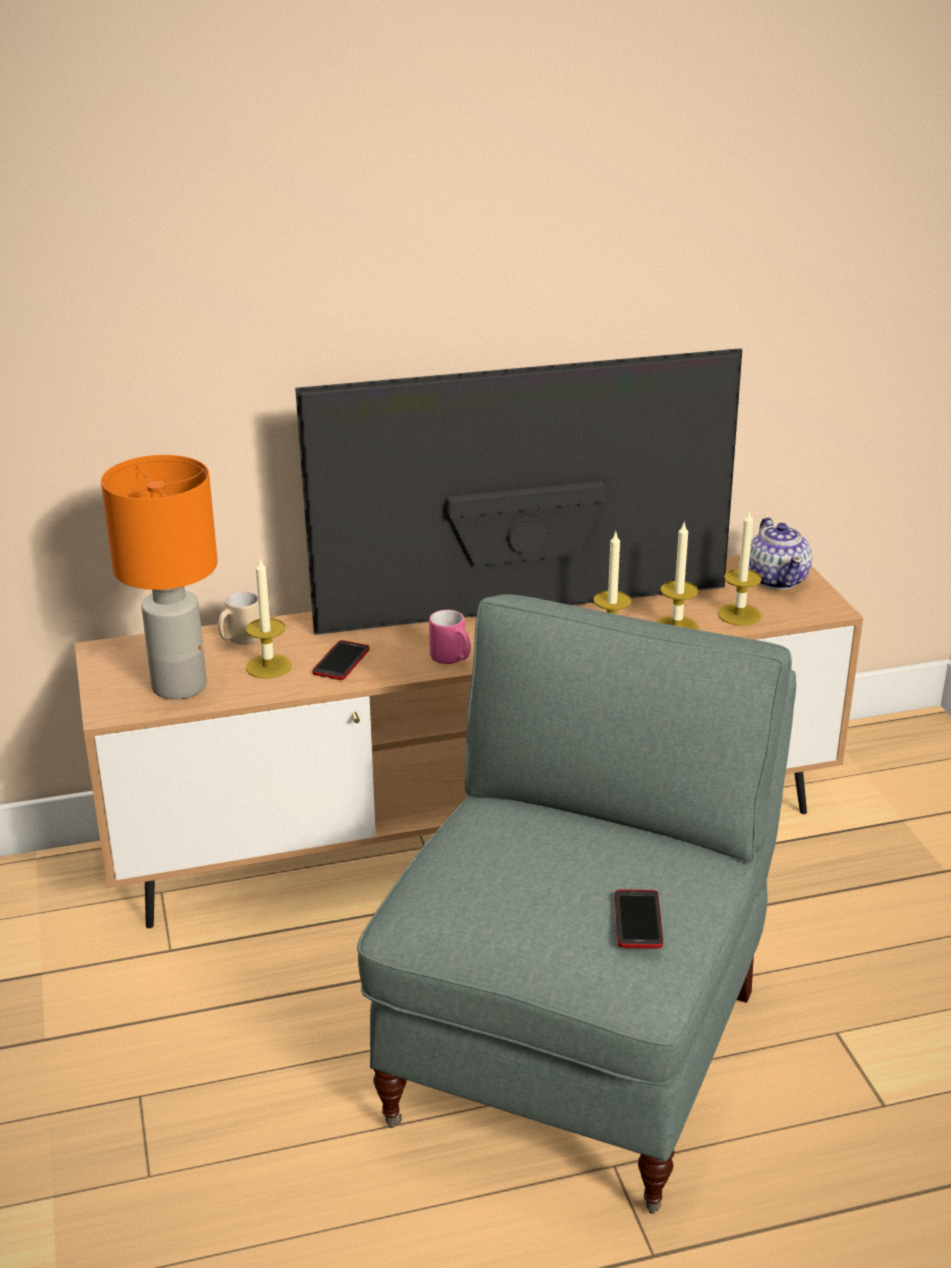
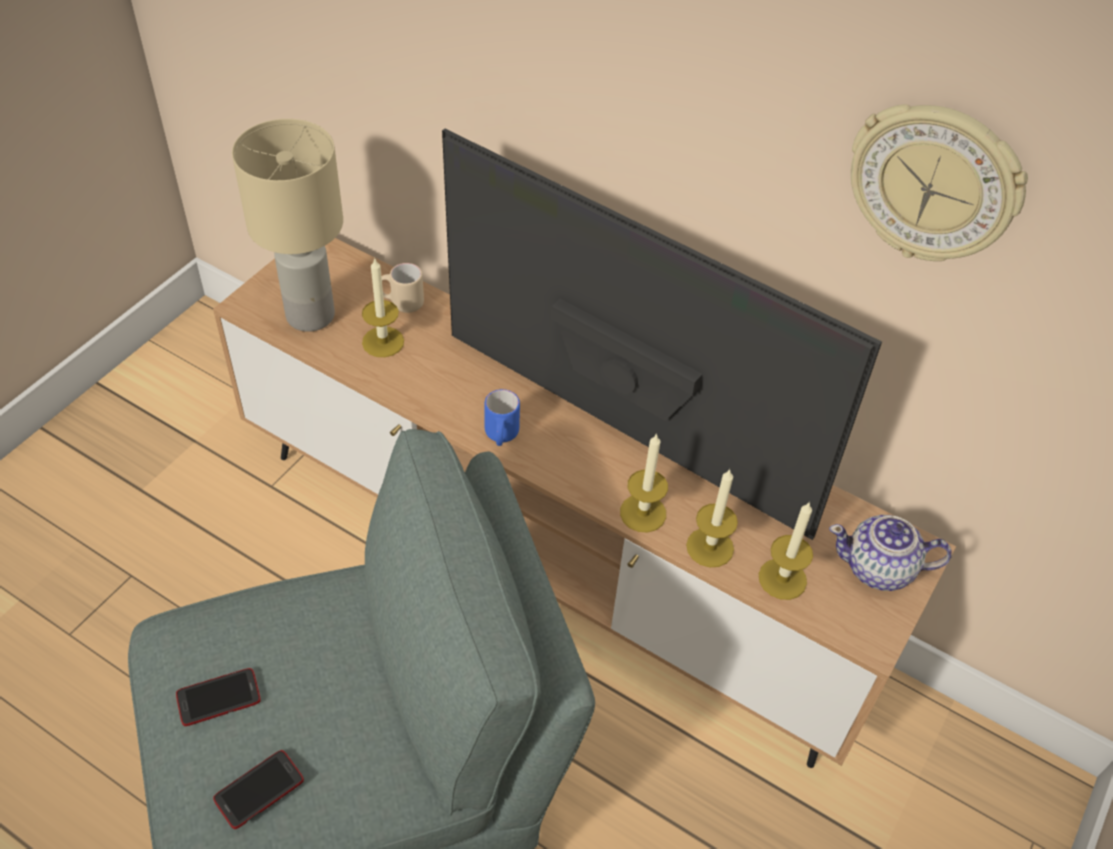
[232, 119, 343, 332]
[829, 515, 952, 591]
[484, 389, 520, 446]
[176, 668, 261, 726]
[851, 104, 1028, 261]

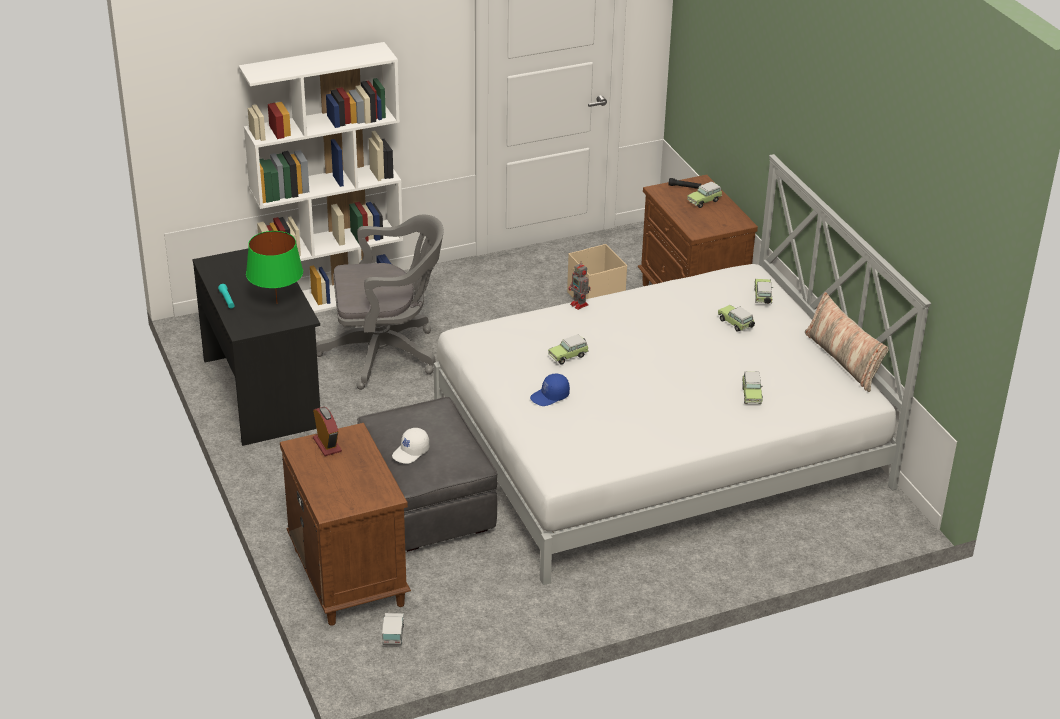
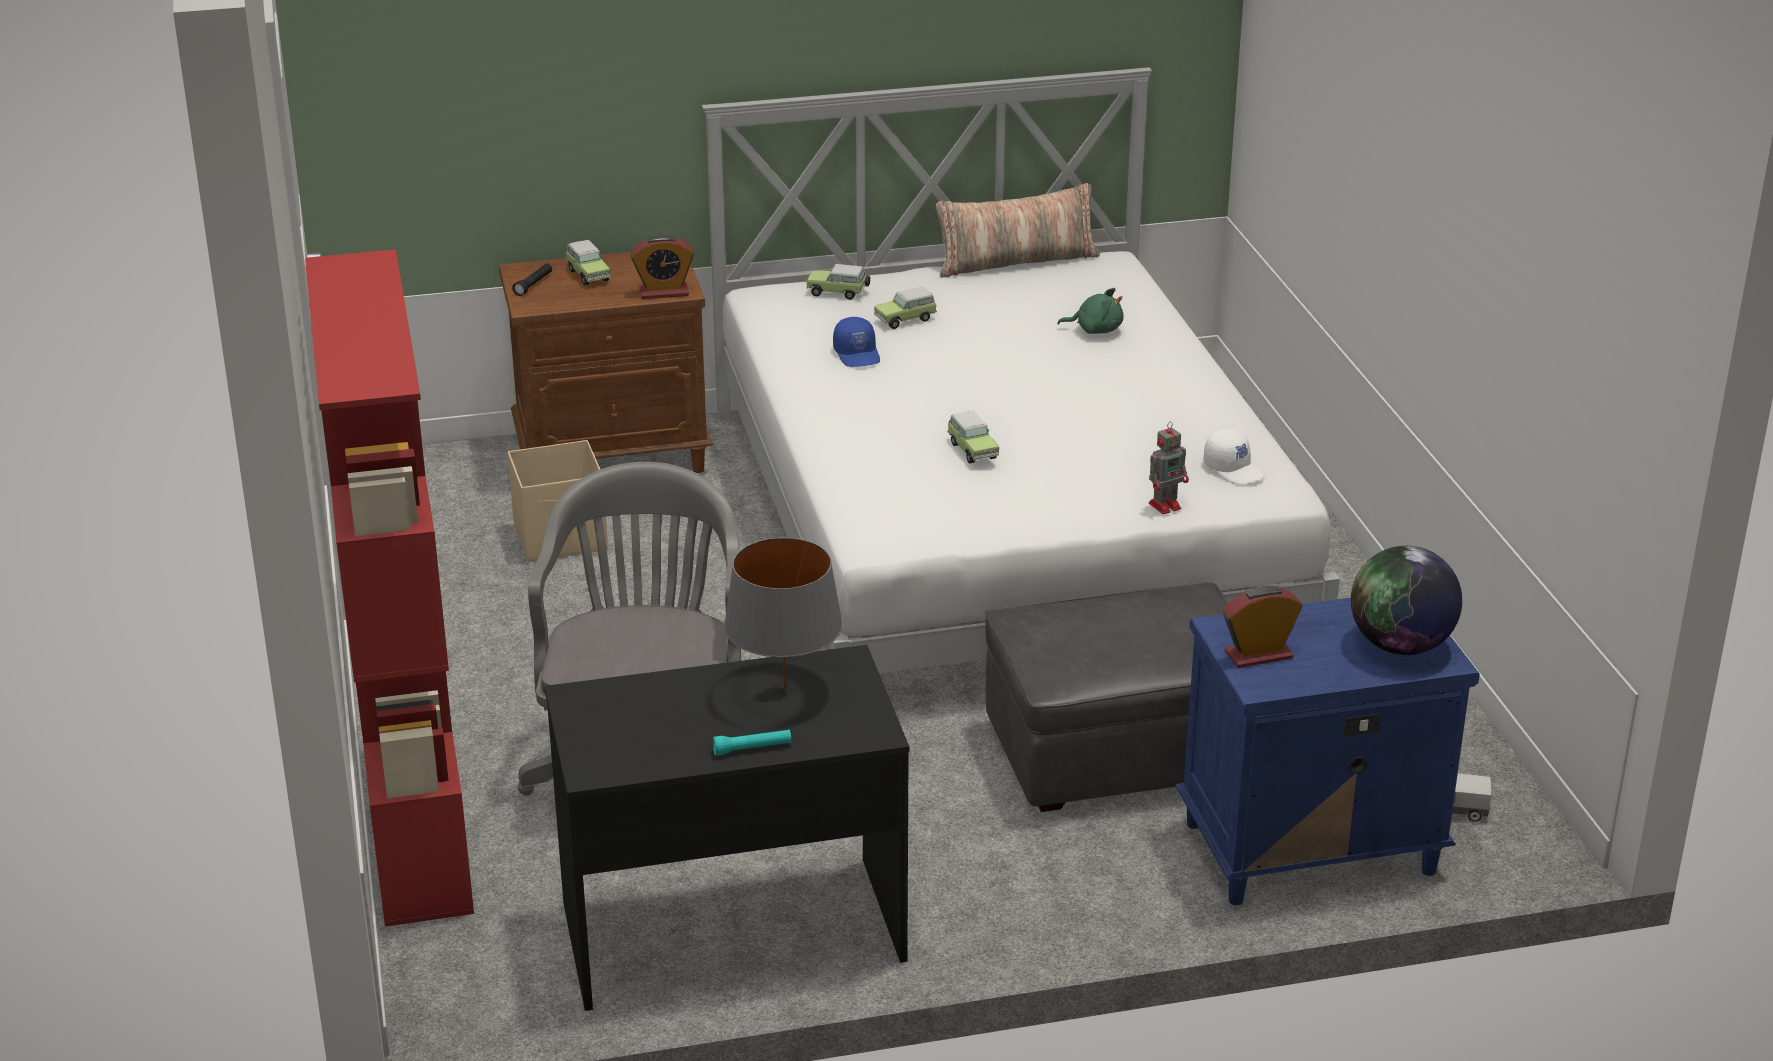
[305, 249, 474, 927]
[724, 537, 843, 690]
[1149, 421, 1189, 514]
[1057, 288, 1124, 334]
[833, 317, 880, 367]
[1175, 598, 1480, 905]
[1204, 429, 1265, 484]
[630, 235, 694, 299]
[1351, 546, 1462, 655]

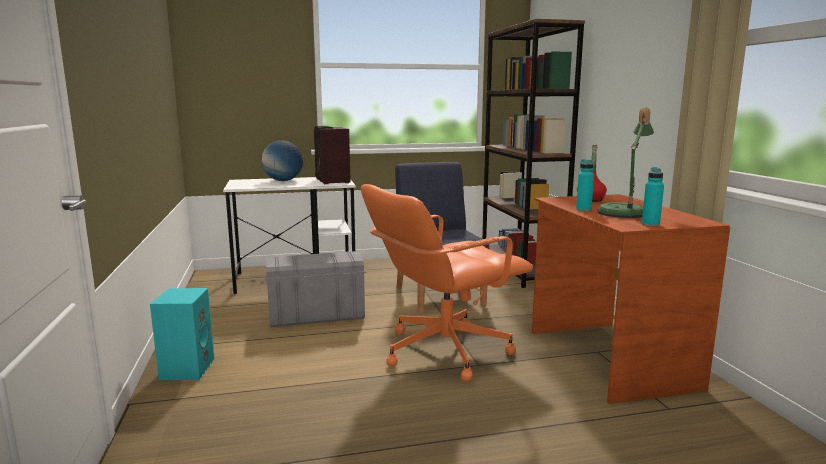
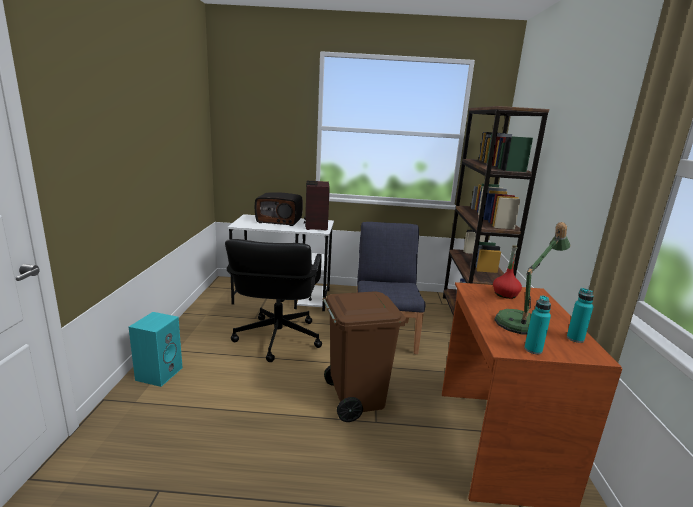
[255, 192, 303, 226]
[567, 288, 594, 343]
[322, 292, 406, 422]
[225, 239, 322, 362]

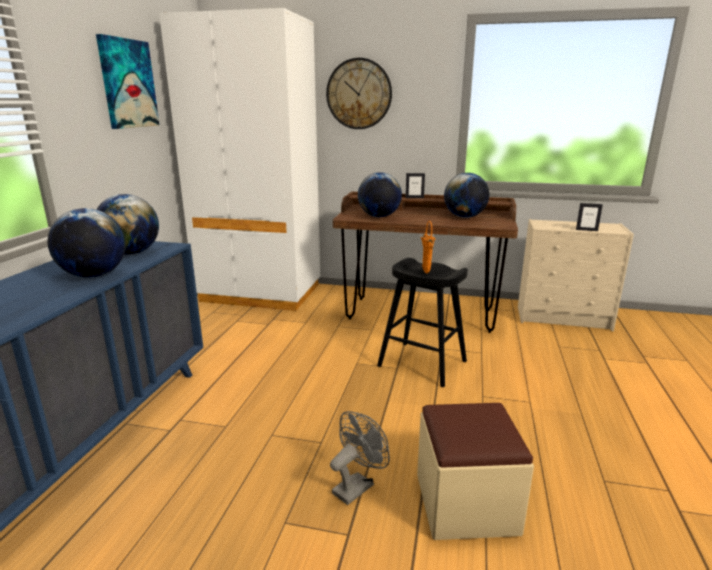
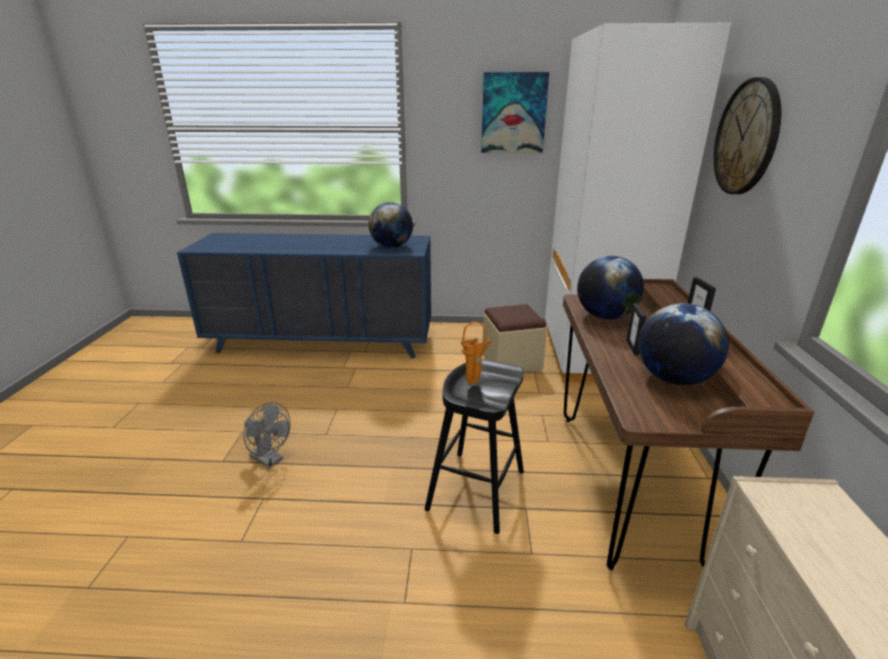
[626, 303, 646, 355]
[47, 208, 126, 277] (first image)
[483, 304, 547, 373]

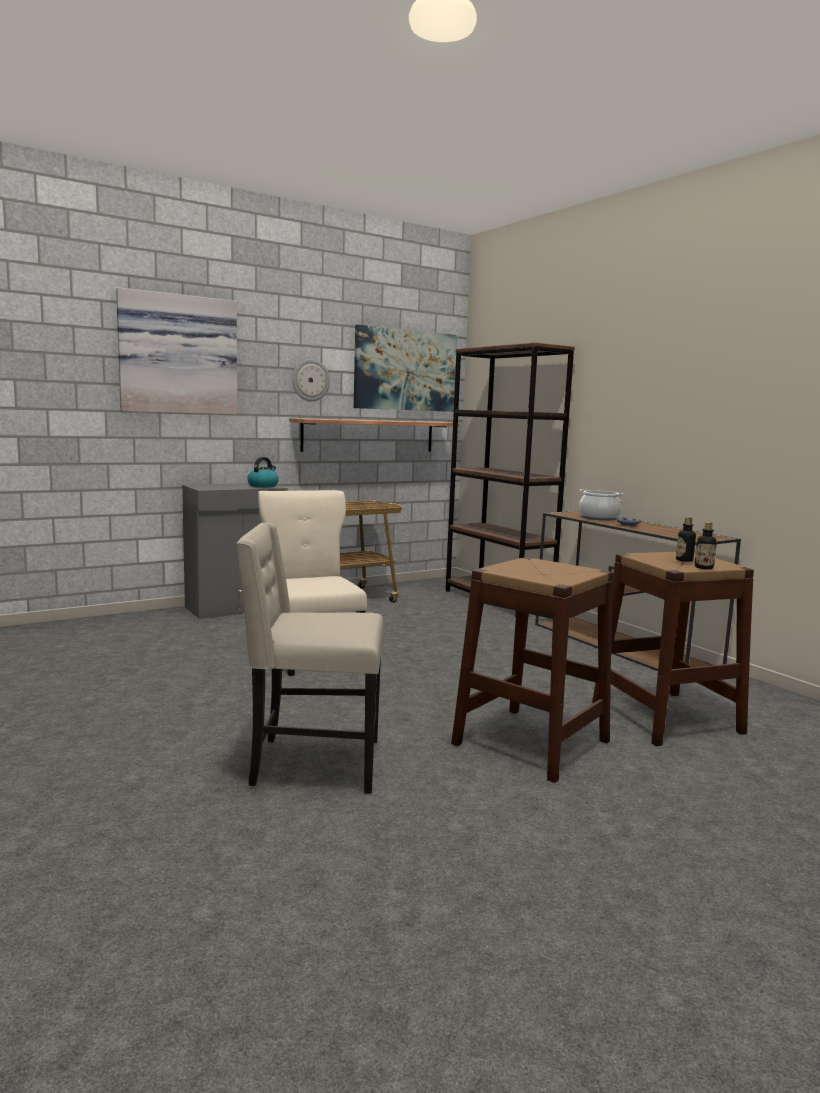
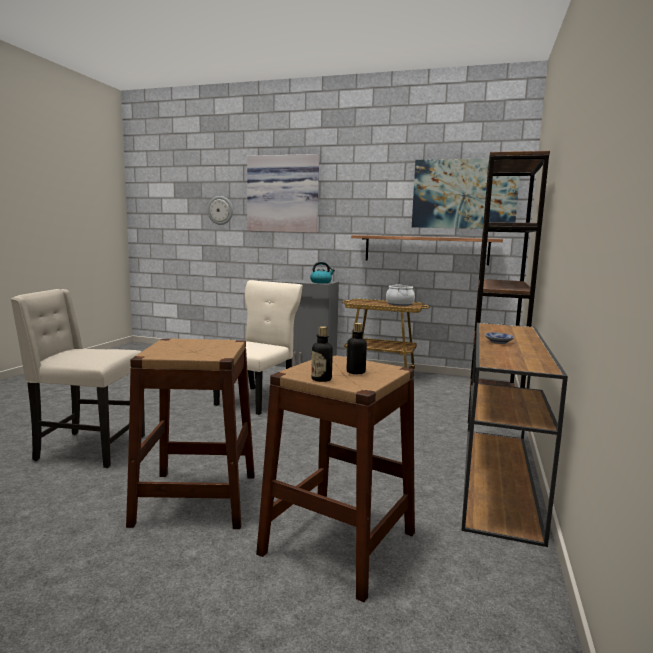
[208, 196, 233, 225]
[386, 284, 415, 306]
[11, 289, 145, 468]

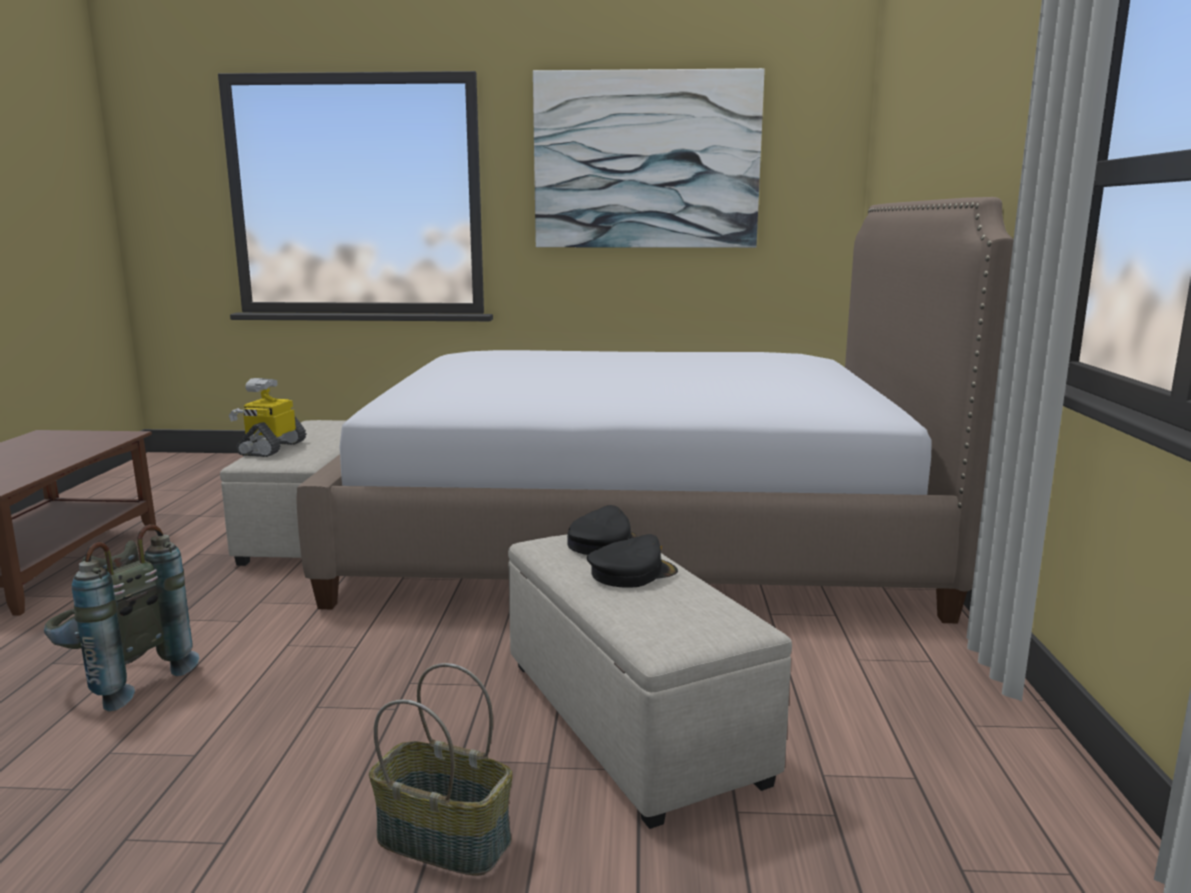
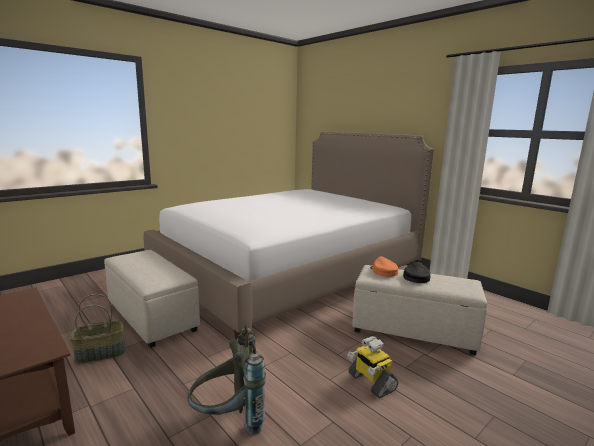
[533, 68, 765, 248] (first image)
[347, 336, 398, 398]
[370, 256, 398, 277]
[70, 294, 125, 364]

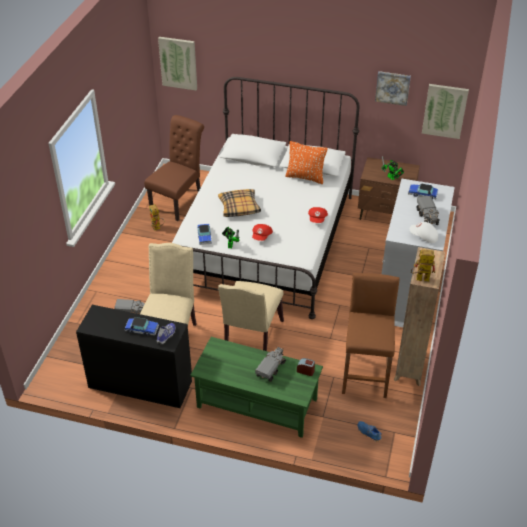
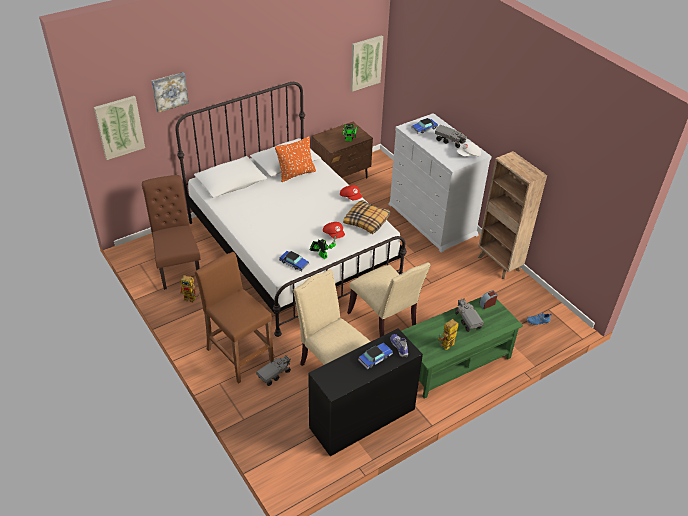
[151, 72, 189, 113]
[343, 200, 390, 234]
[438, 319, 459, 350]
[195, 252, 274, 384]

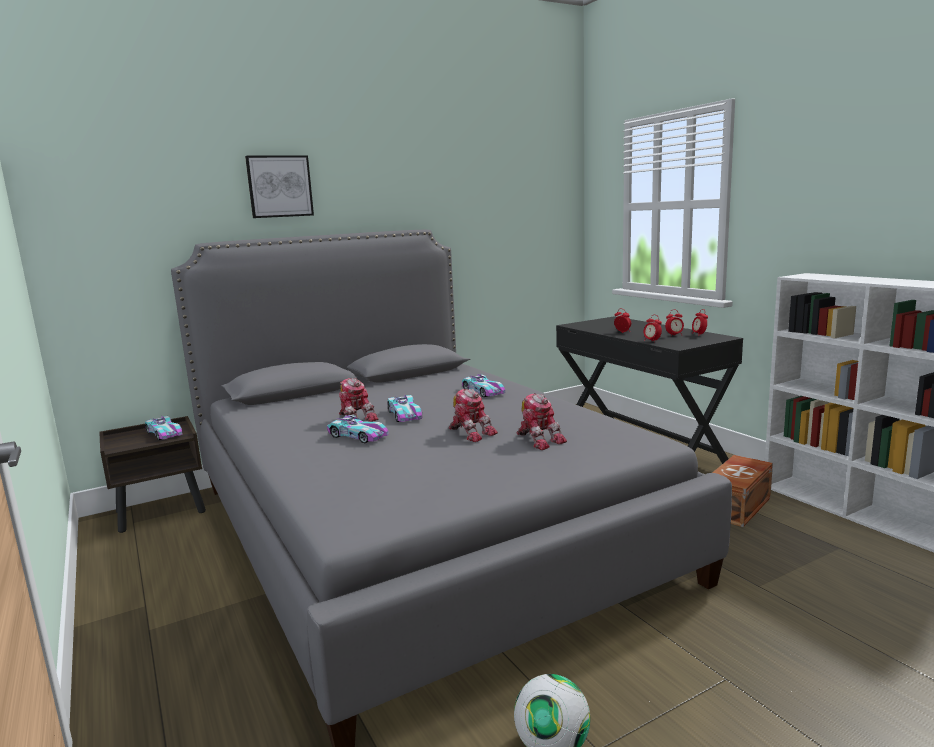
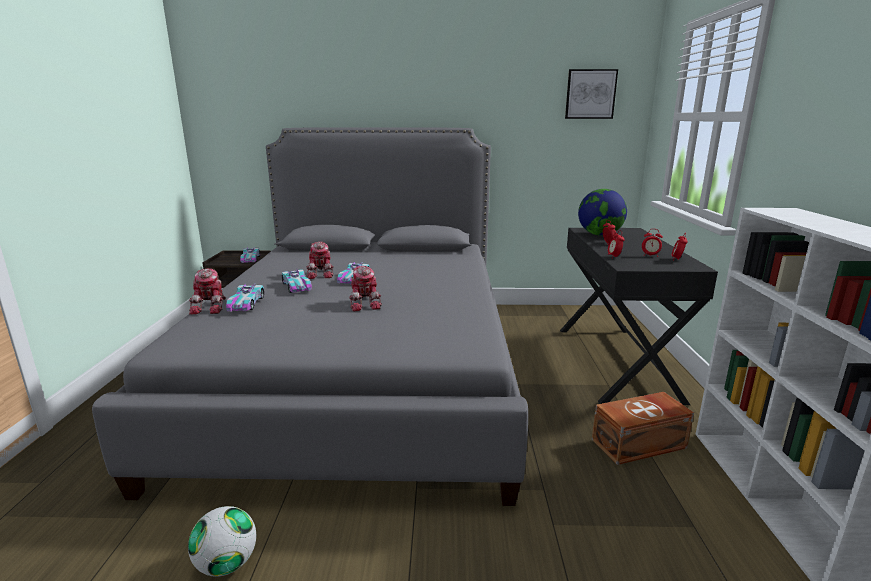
[565, 69, 618, 119]
[226, 284, 264, 312]
[189, 268, 226, 315]
[578, 189, 627, 236]

